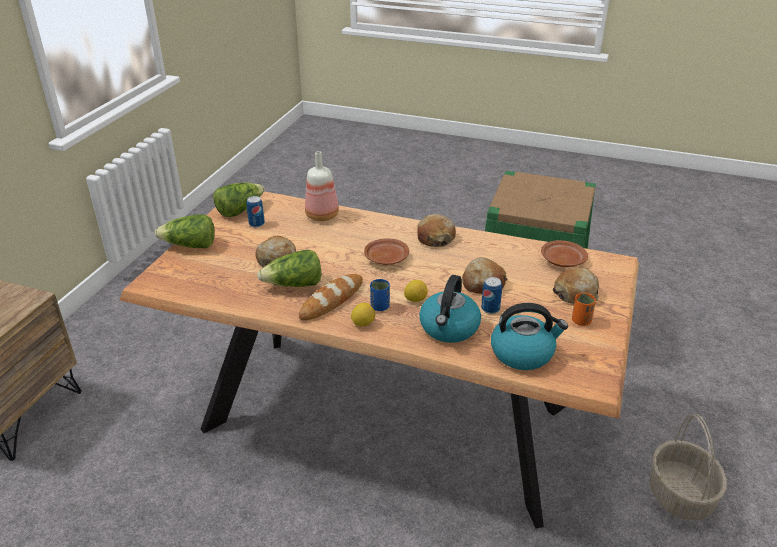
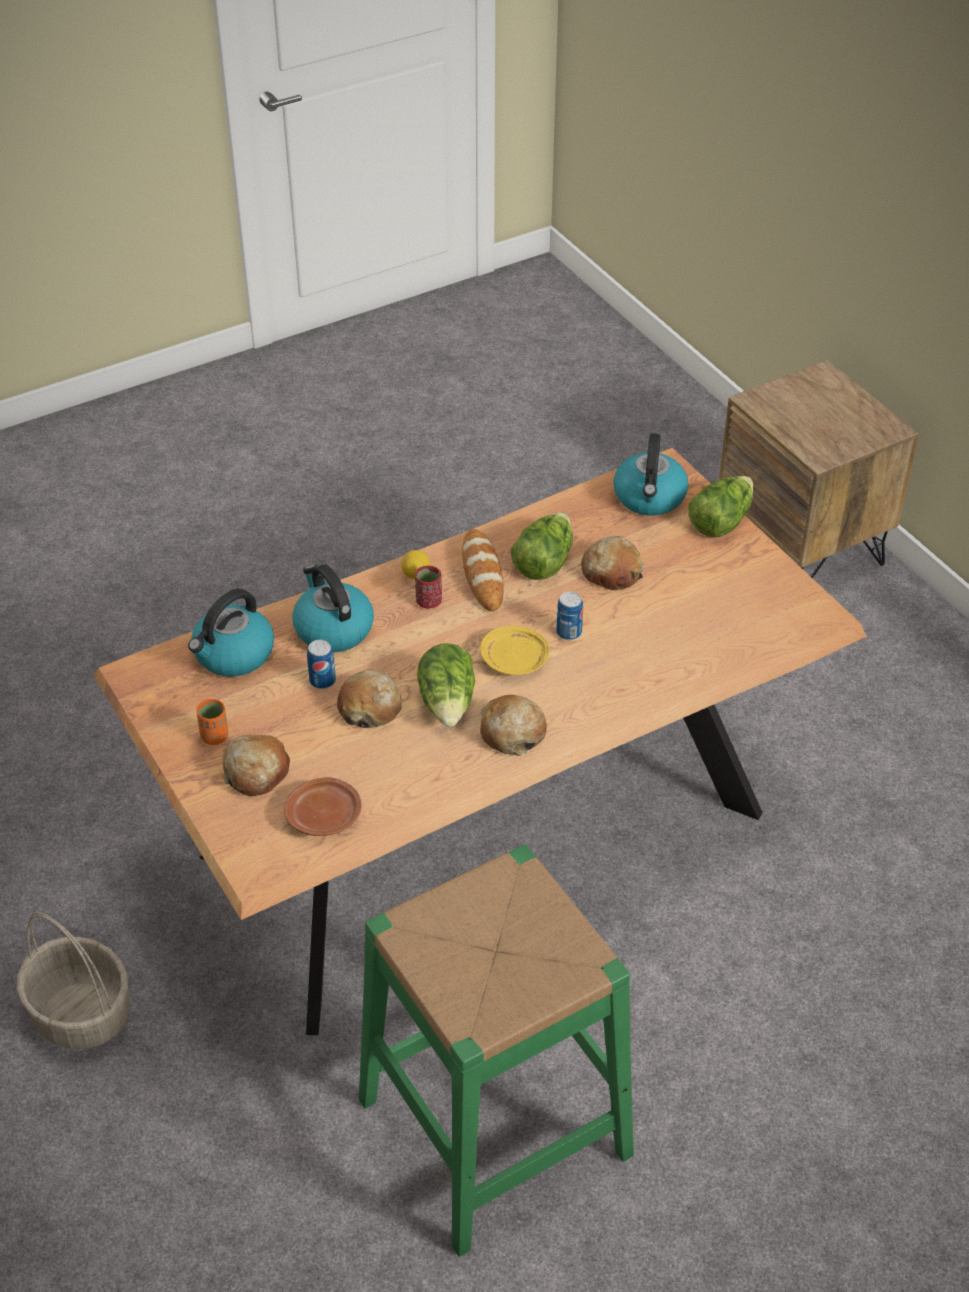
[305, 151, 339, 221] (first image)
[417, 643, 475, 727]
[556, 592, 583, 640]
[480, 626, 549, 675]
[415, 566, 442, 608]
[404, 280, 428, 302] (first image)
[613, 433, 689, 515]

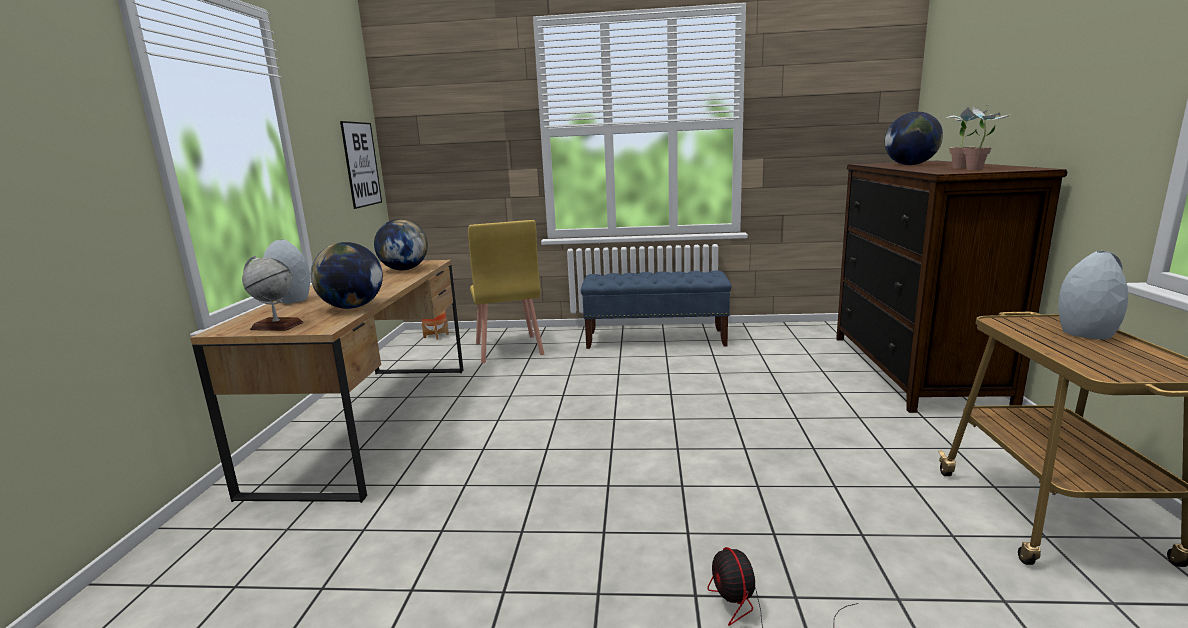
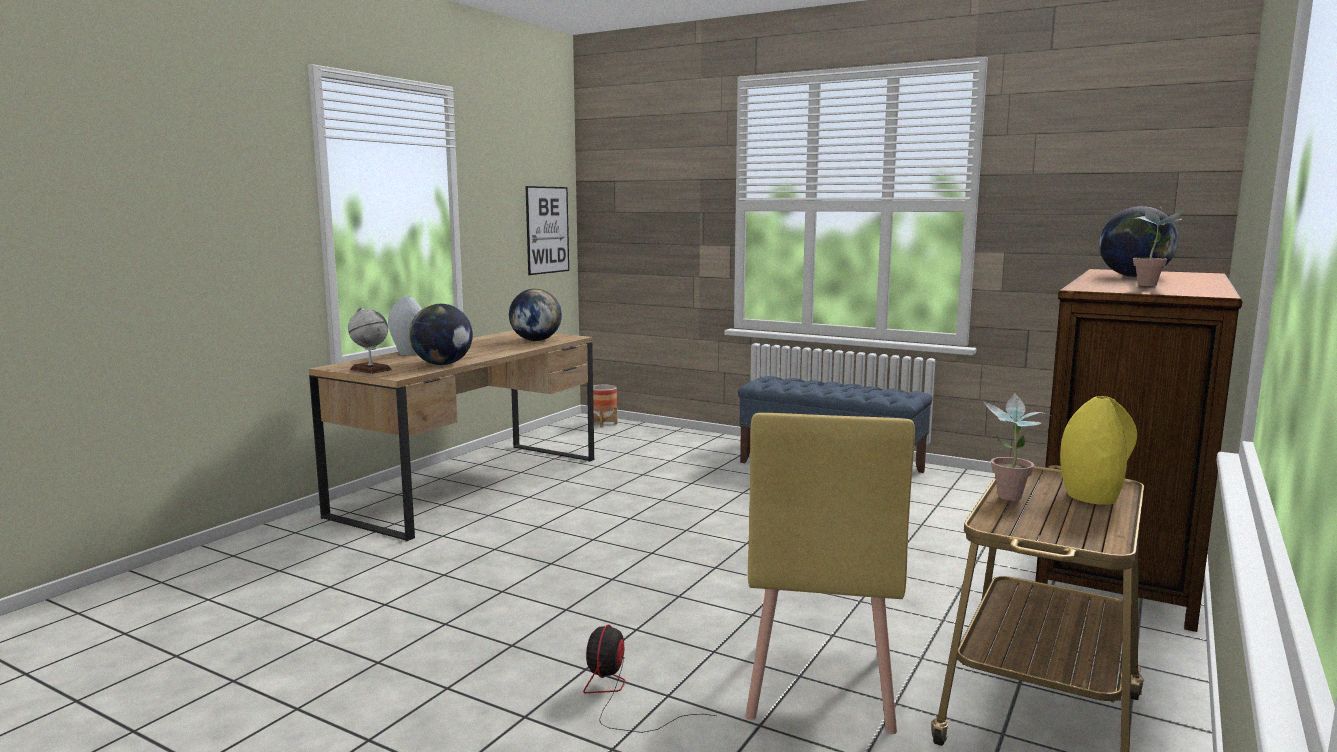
[982, 392, 1051, 501]
[745, 413, 915, 734]
[1060, 396, 1137, 505]

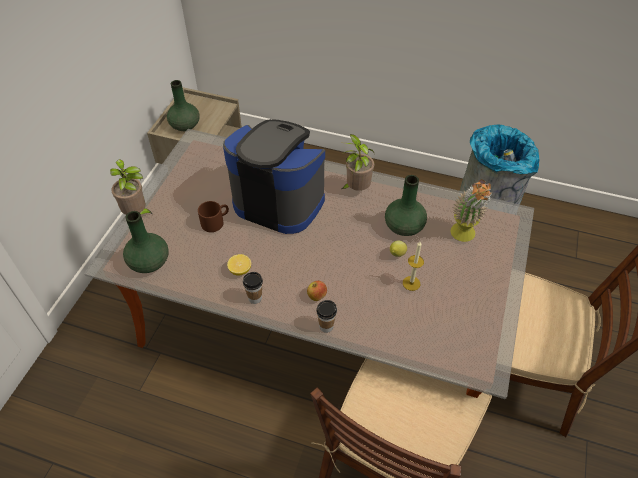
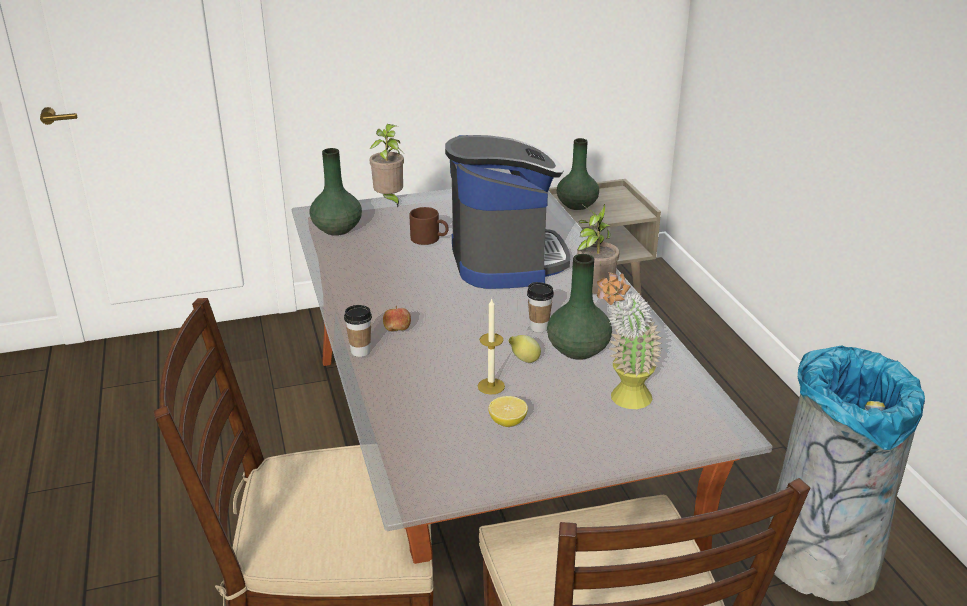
[488, 396, 528, 427]
[527, 282, 554, 332]

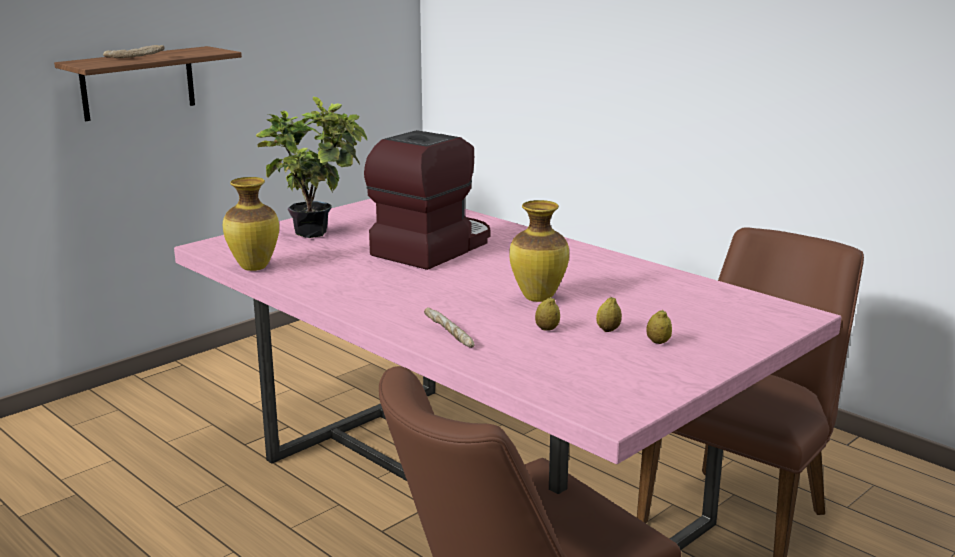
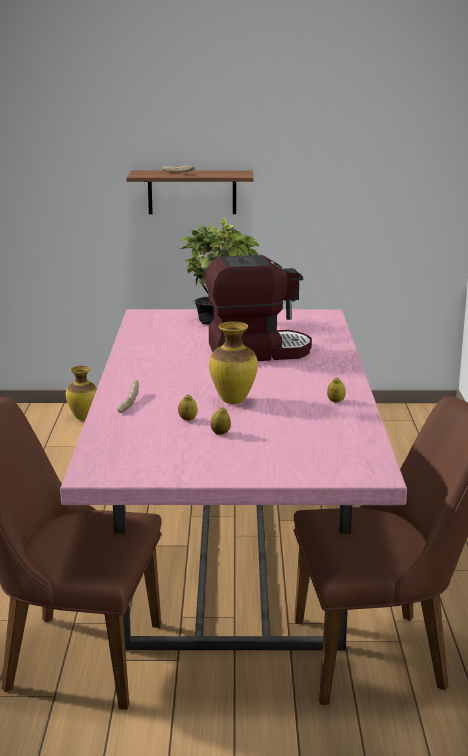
[66, 366, 97, 420]
[327, 377, 346, 403]

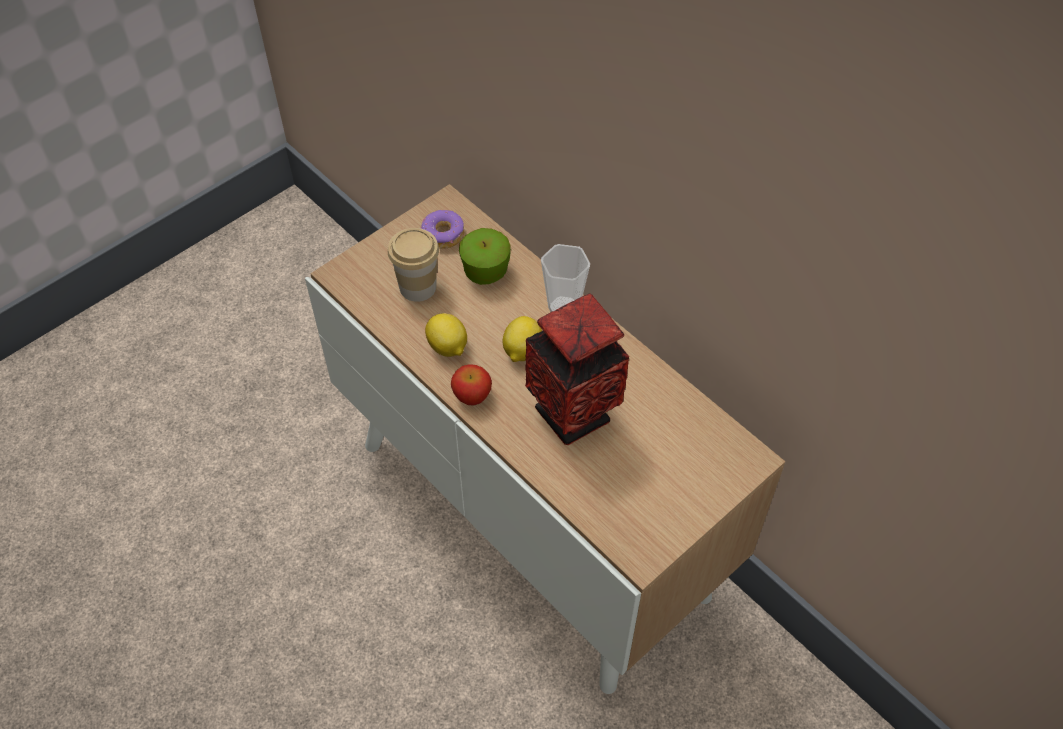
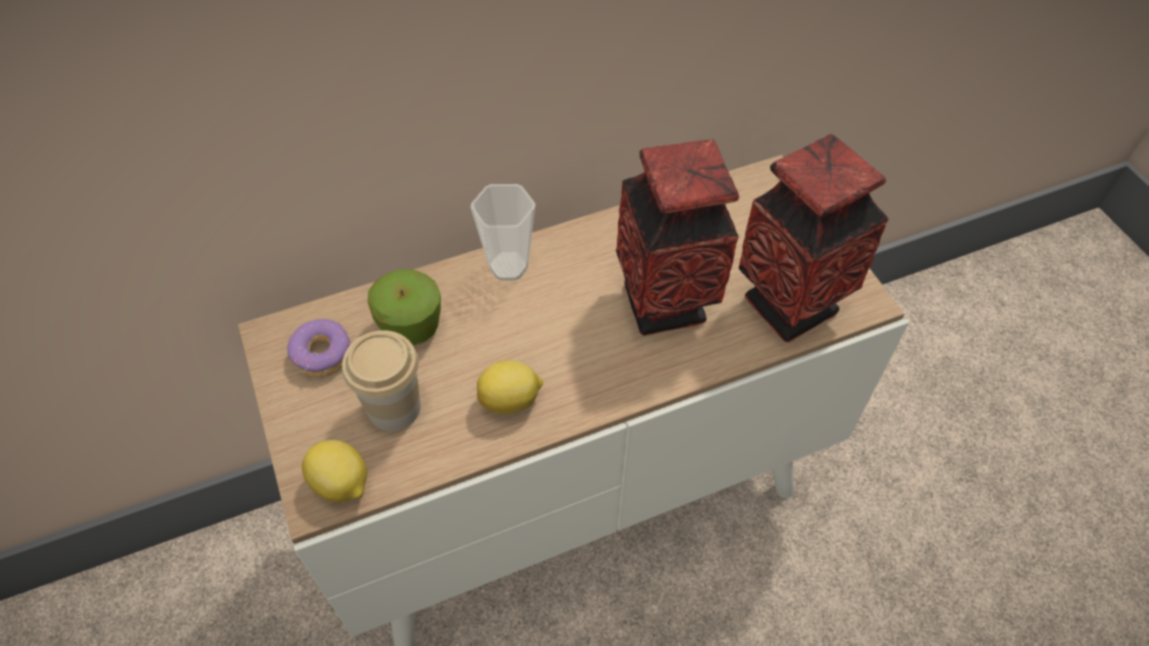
[302, 440, 367, 503]
[451, 364, 492, 405] (first image)
[739, 134, 889, 343]

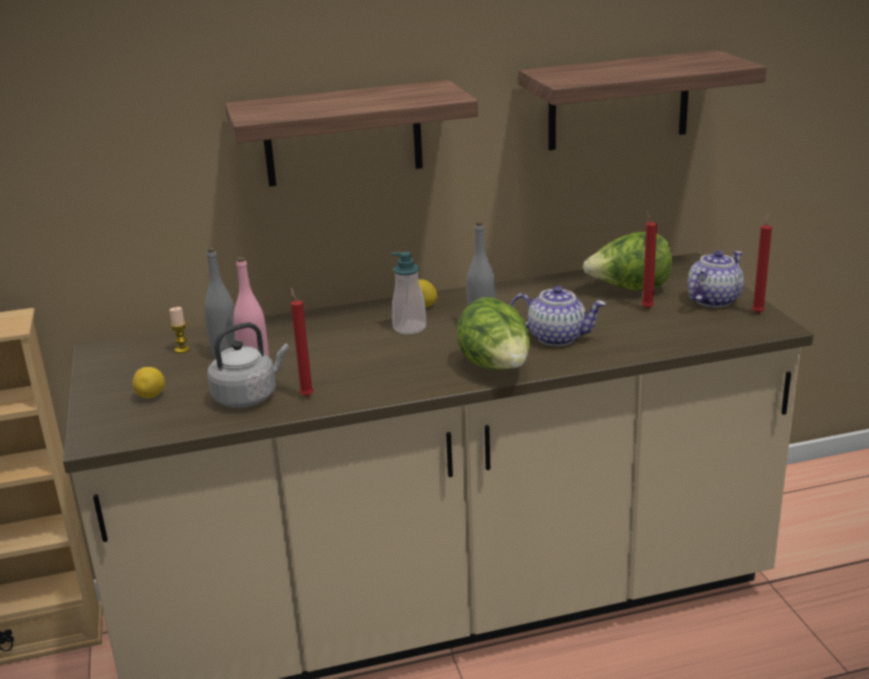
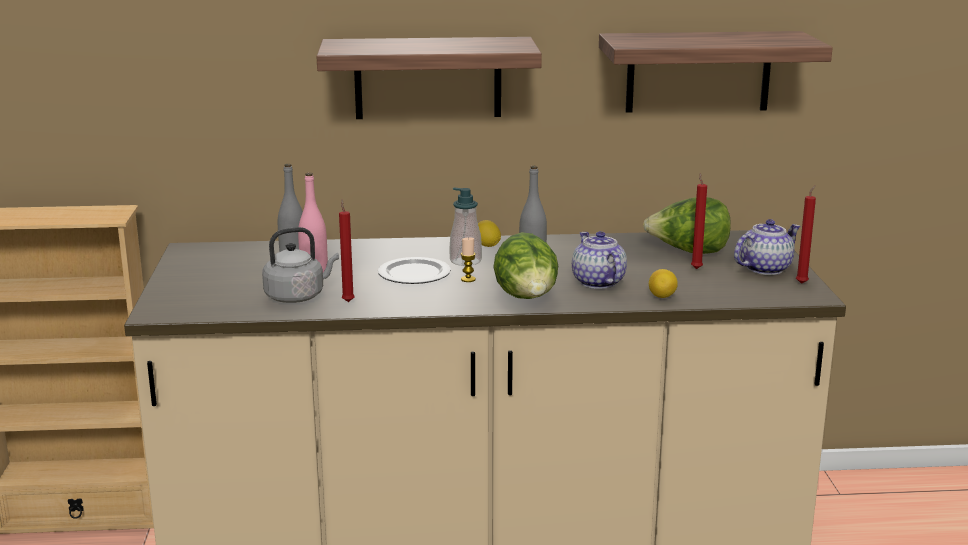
[572, 231, 627, 289]
[461, 238, 476, 282]
[649, 269, 678, 298]
[378, 257, 451, 284]

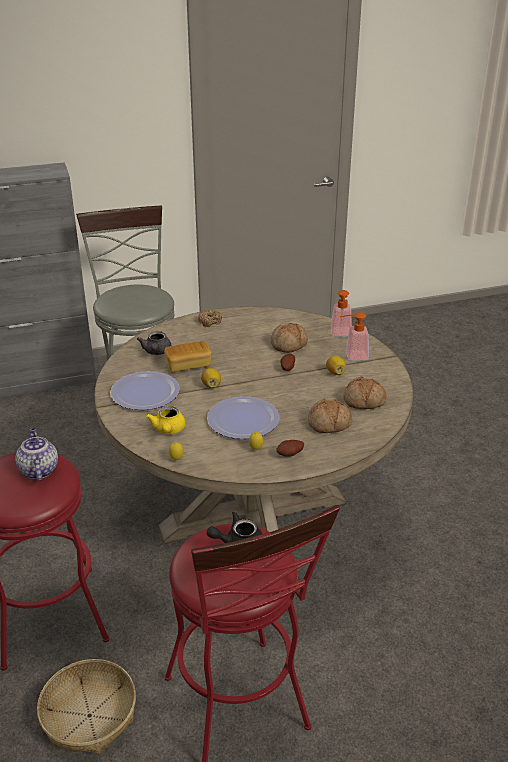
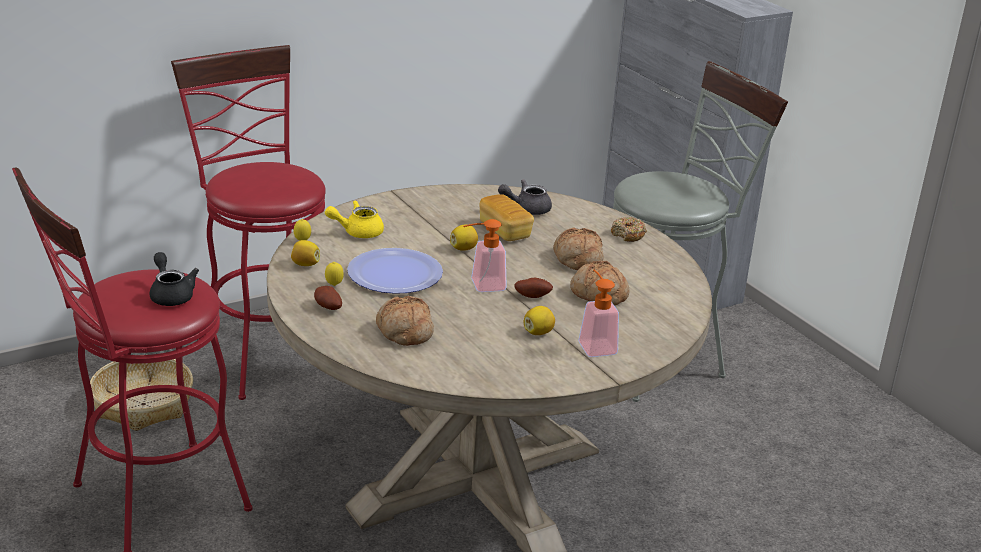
[463, 219, 507, 292]
[110, 371, 180, 410] (first image)
[553, 227, 603, 270]
[15, 428, 58, 481] (first image)
[291, 240, 320, 266]

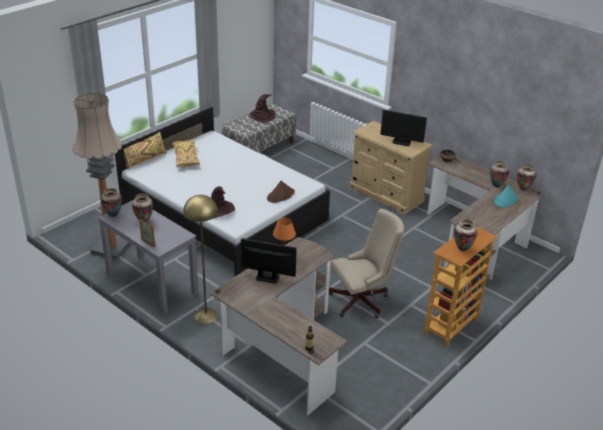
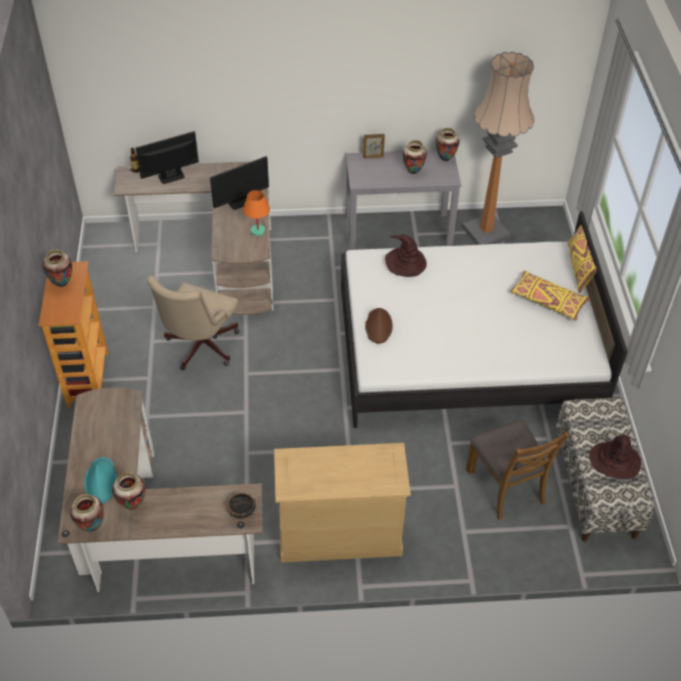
[136, 131, 199, 184]
[183, 195, 218, 324] (first image)
[466, 420, 569, 520]

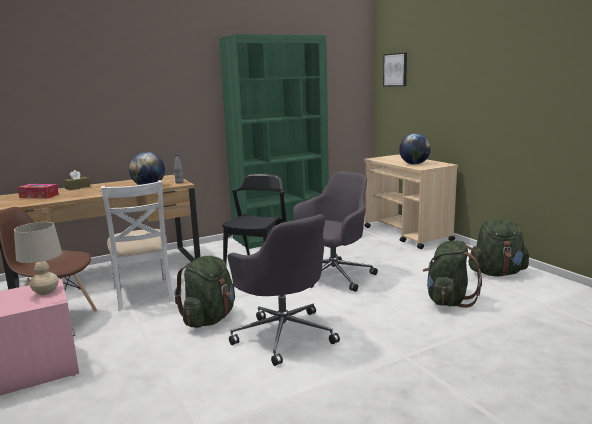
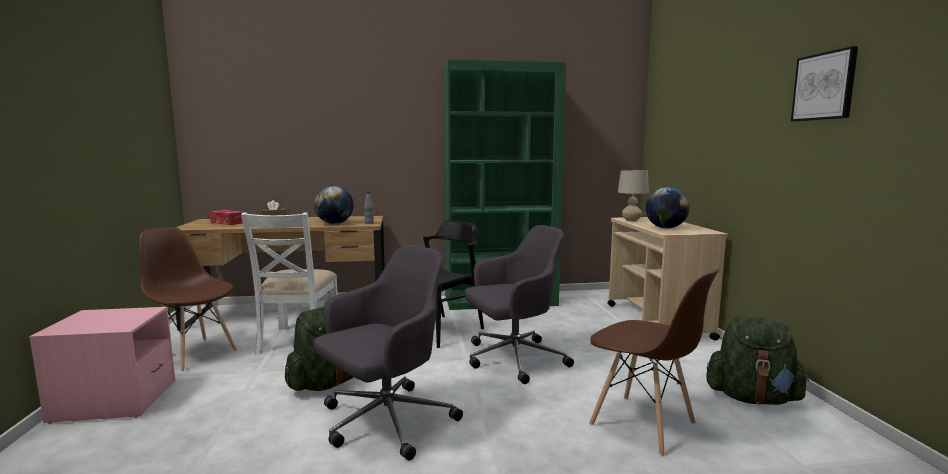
[791, 46, 858, 121]
[314, 246, 463, 461]
[618, 170, 649, 222]
[589, 268, 720, 456]

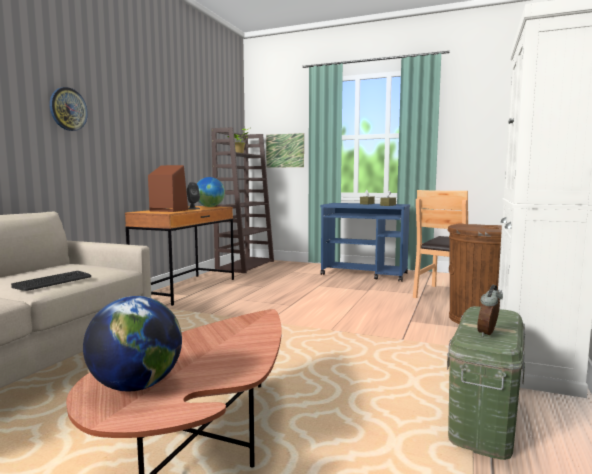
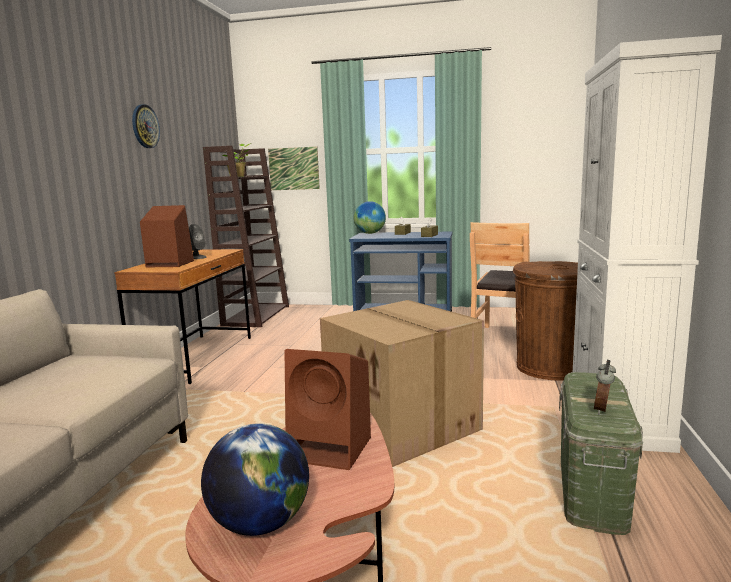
[132, 104, 160, 148]
[354, 201, 386, 234]
[11, 271, 91, 291] (first image)
[320, 300, 484, 467]
[285, 349, 371, 470]

